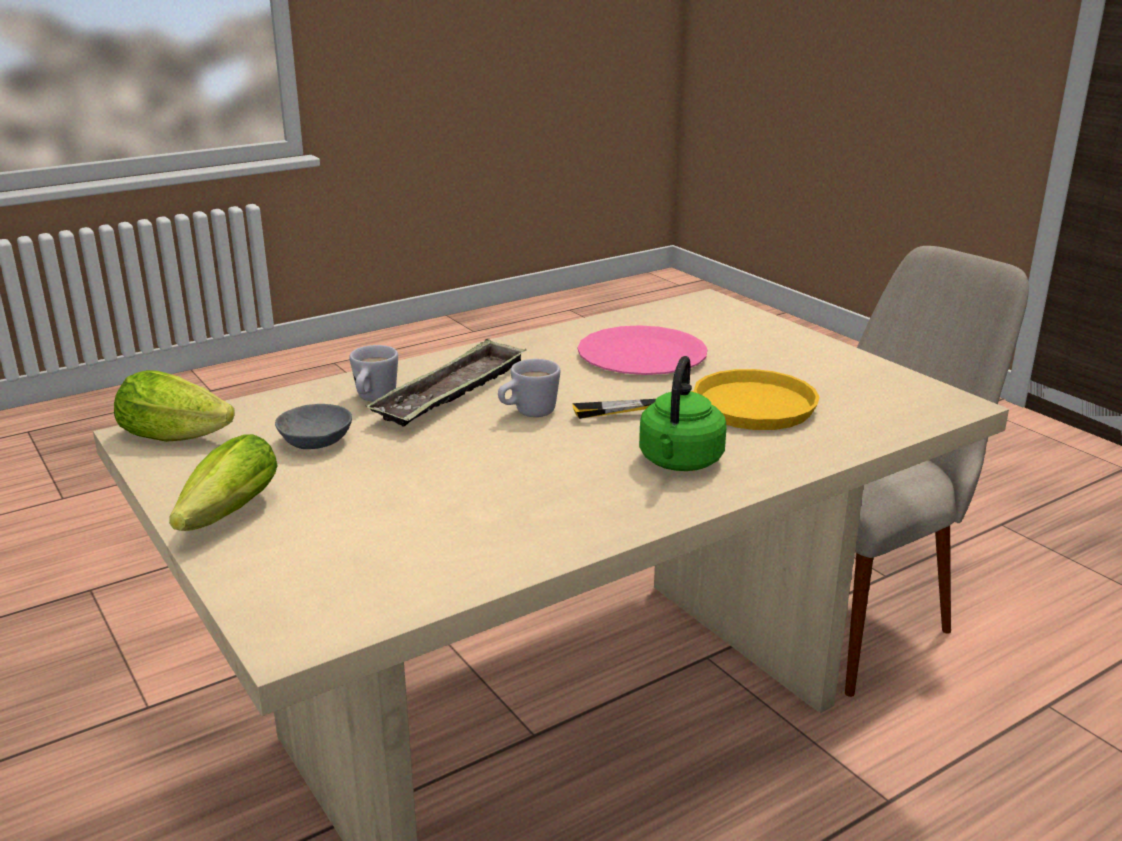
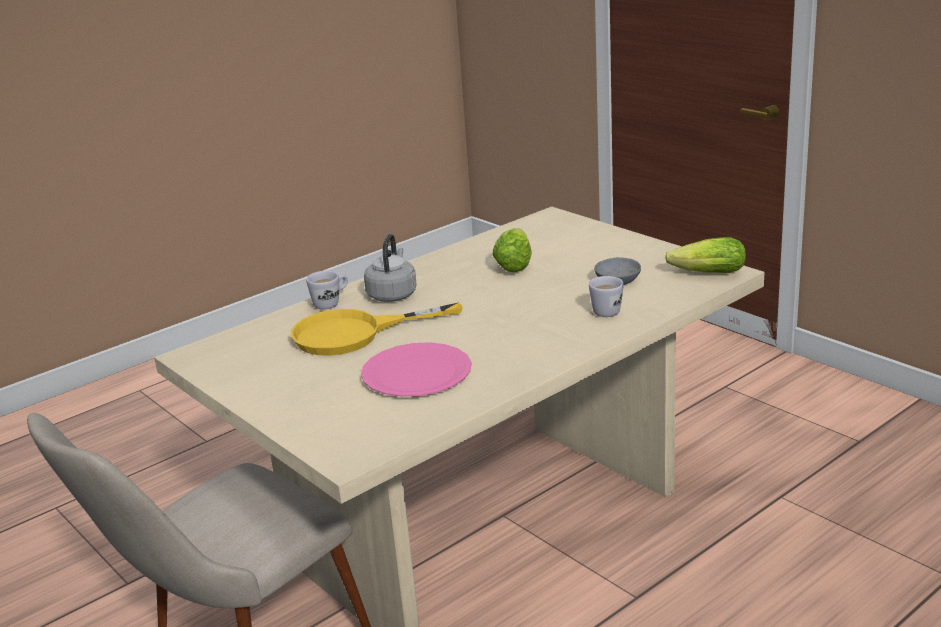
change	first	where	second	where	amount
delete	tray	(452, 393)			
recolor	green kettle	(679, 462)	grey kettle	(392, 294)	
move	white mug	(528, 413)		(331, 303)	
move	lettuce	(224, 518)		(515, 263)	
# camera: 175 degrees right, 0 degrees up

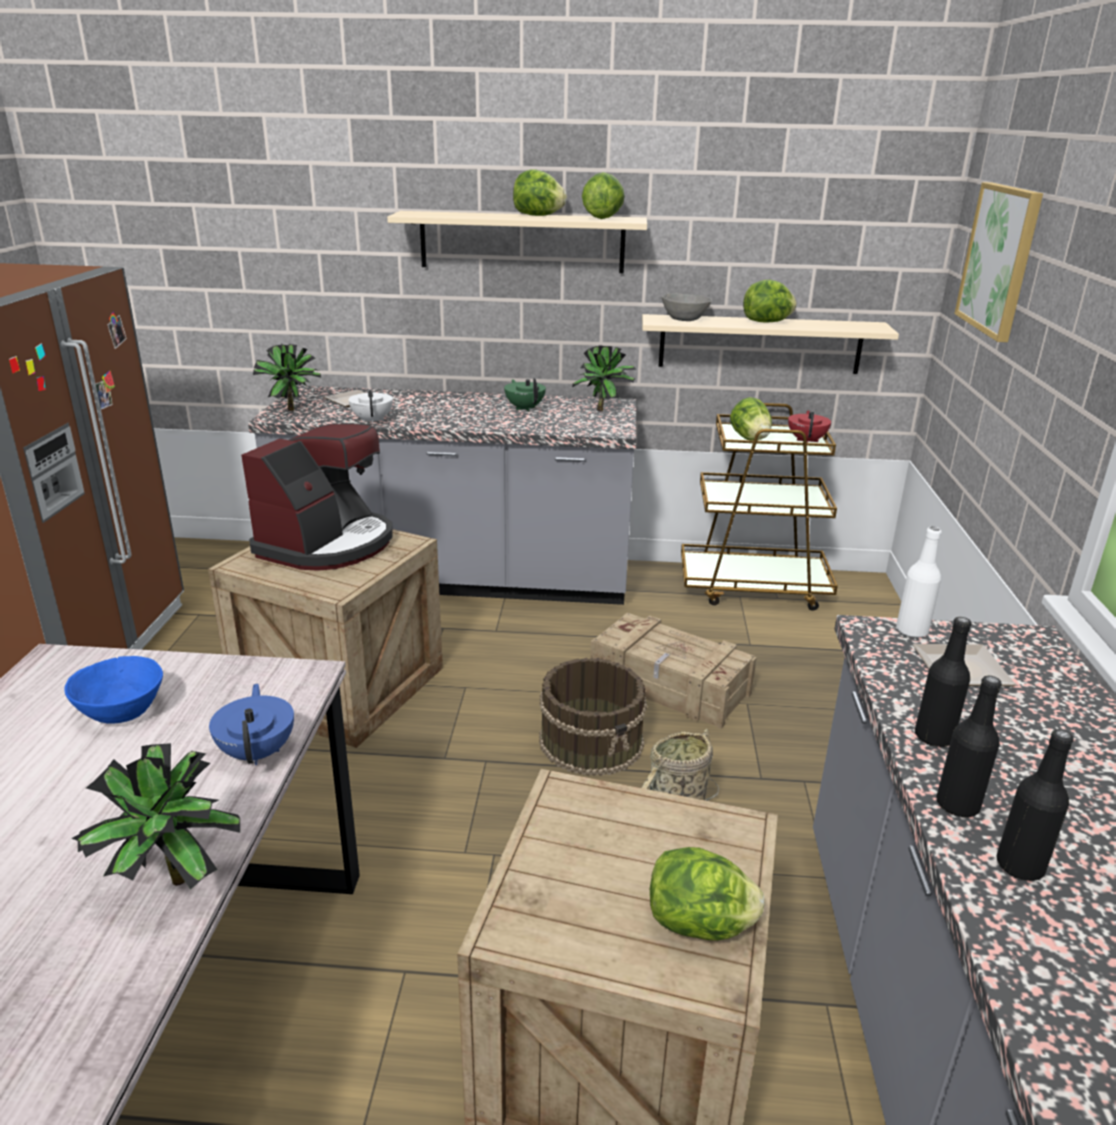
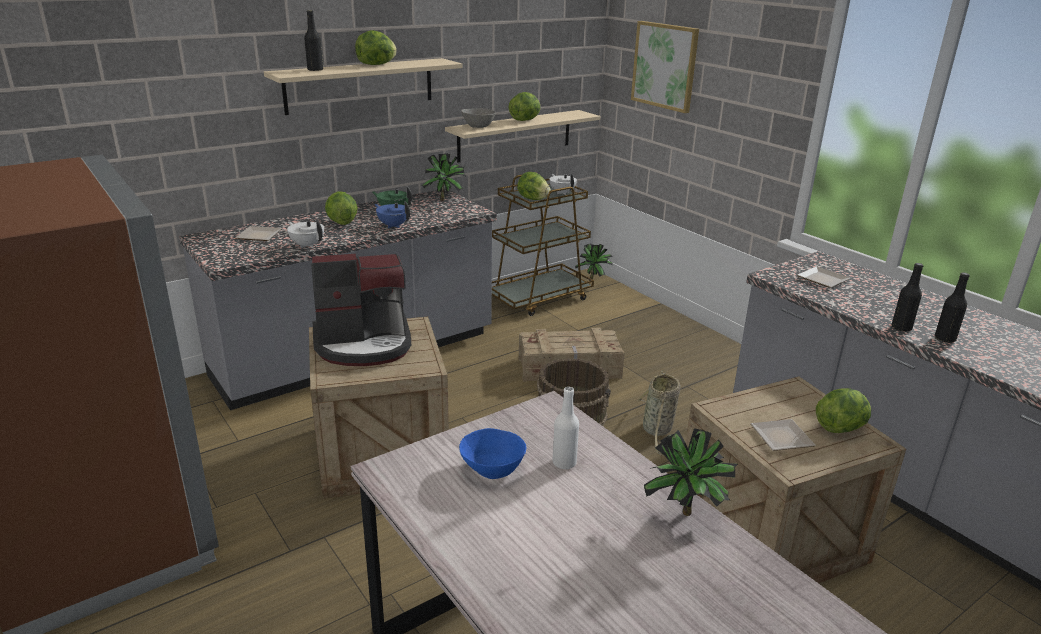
change	first	where	second	where	amount
move	lettuce	(602, 218)		(341, 222)	
move	potted plant	(293, 411)		(594, 280)	
recolor	red teapot	(807, 440)	white teapot	(562, 193)	
rotate	coffee machine	(327, 544)		(364, 344)	90 degrees clockwise
move	white bottle	(911, 631)		(564, 463)	
move	black bottle	(933, 737)		(315, 70)	
move	blue teapot	(258, 752)		(393, 225)	
insert			plate	(779, 437)	
# camera: 40 degrees left, 0 degrees up

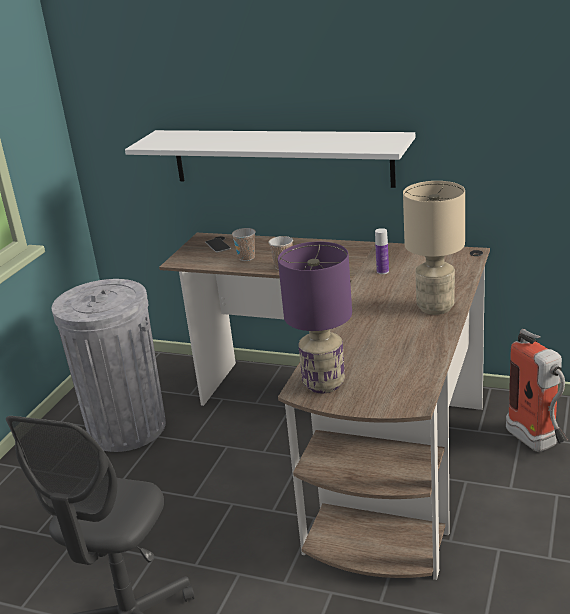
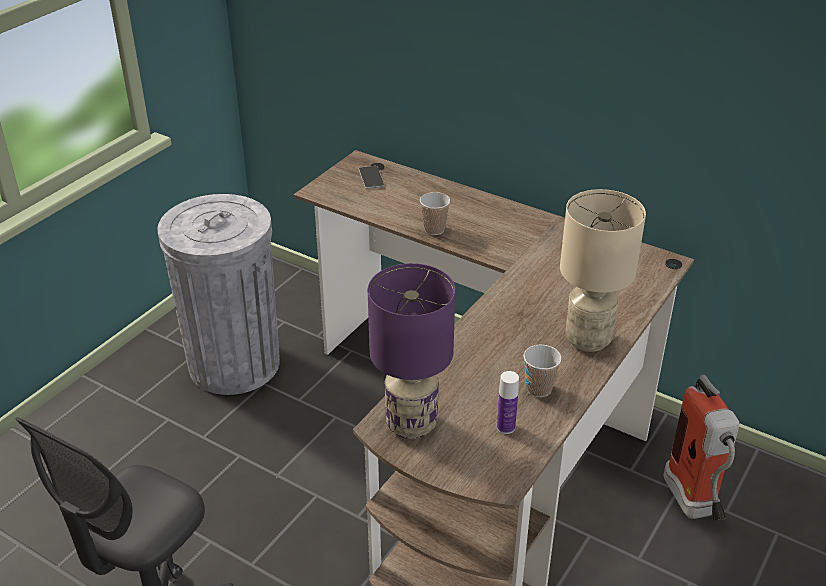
change	first	where	second	where	amount
delete	white shelf	(280, 157)			
move	cup	(246, 257)		(539, 389)	
move	bottle	(382, 271)		(505, 427)	
# camera: 10 degrees right, 10 degrees up

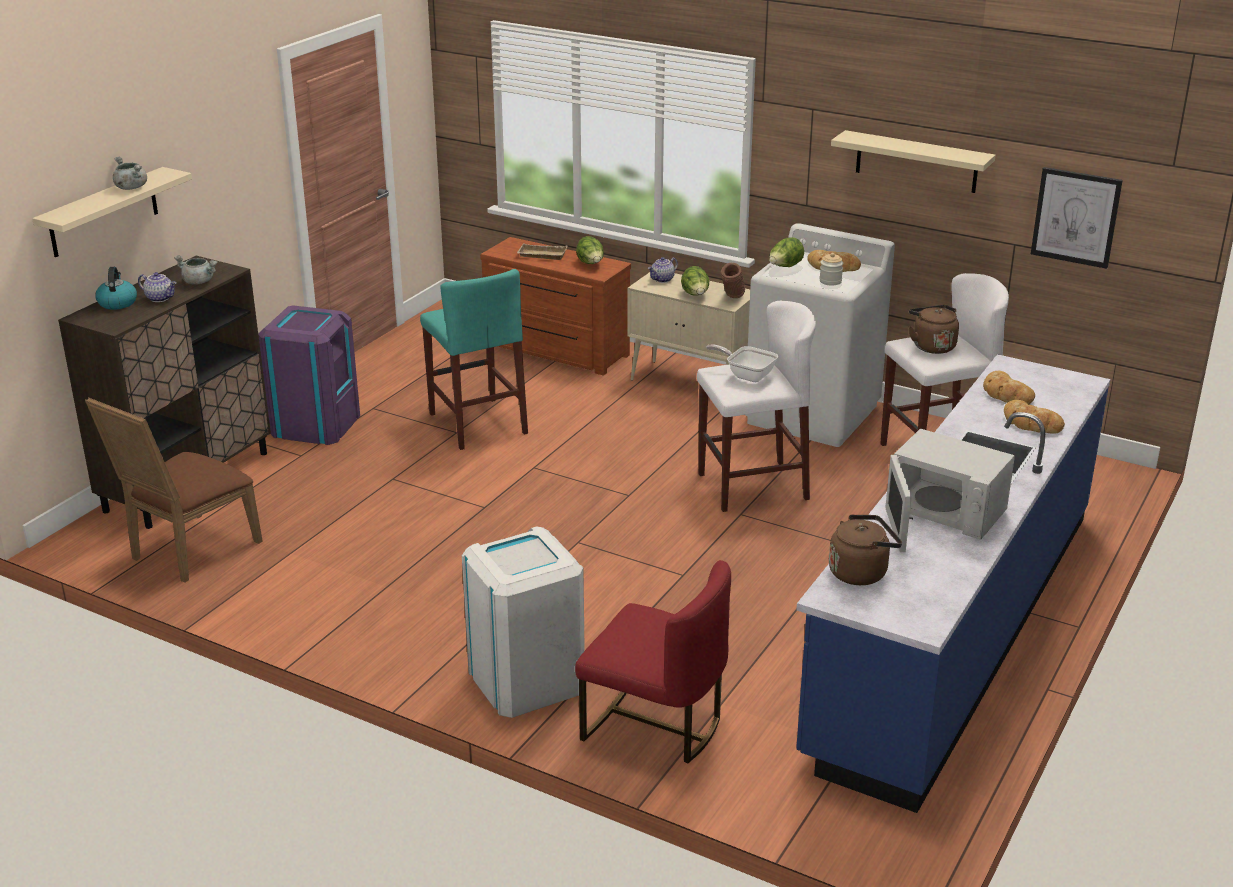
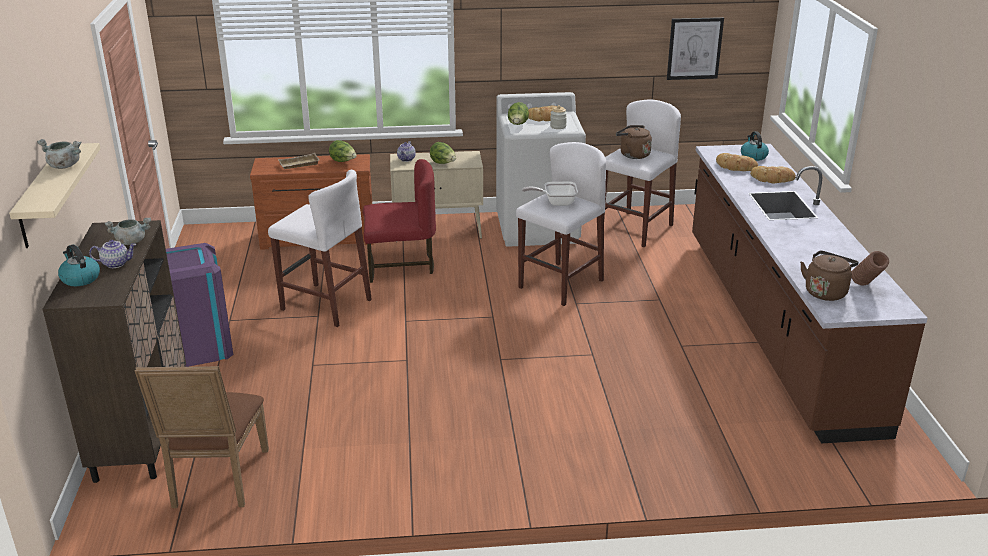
change	first	where	second	where	amount
delete	beige shelf	(916, 162)			
move	brown vase	(732, 299)		(865, 287)	
recolor	turquoise stool	(477, 423)	white stool	(326, 305)	
recolor	blue counter	(953, 628)	brown counter	(775, 326)	
delete	white microwave	(942, 511)			
delete	white trash can	(526, 680)			
move	red chair	(655, 725)		(400, 266)	
insert			kettle	(753, 156)	
# camera: 35 degrees left, 0 degrees up

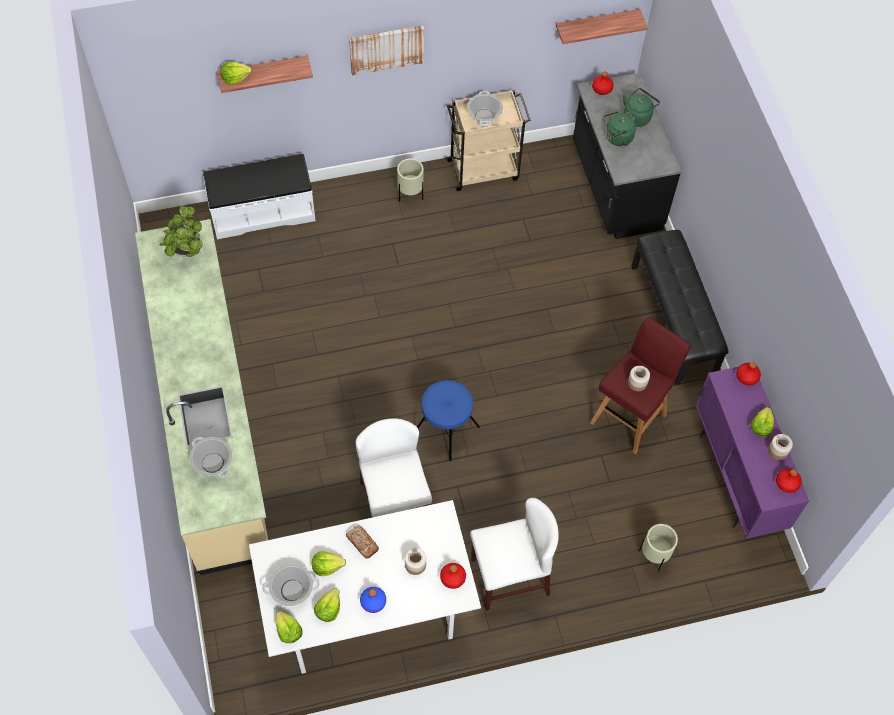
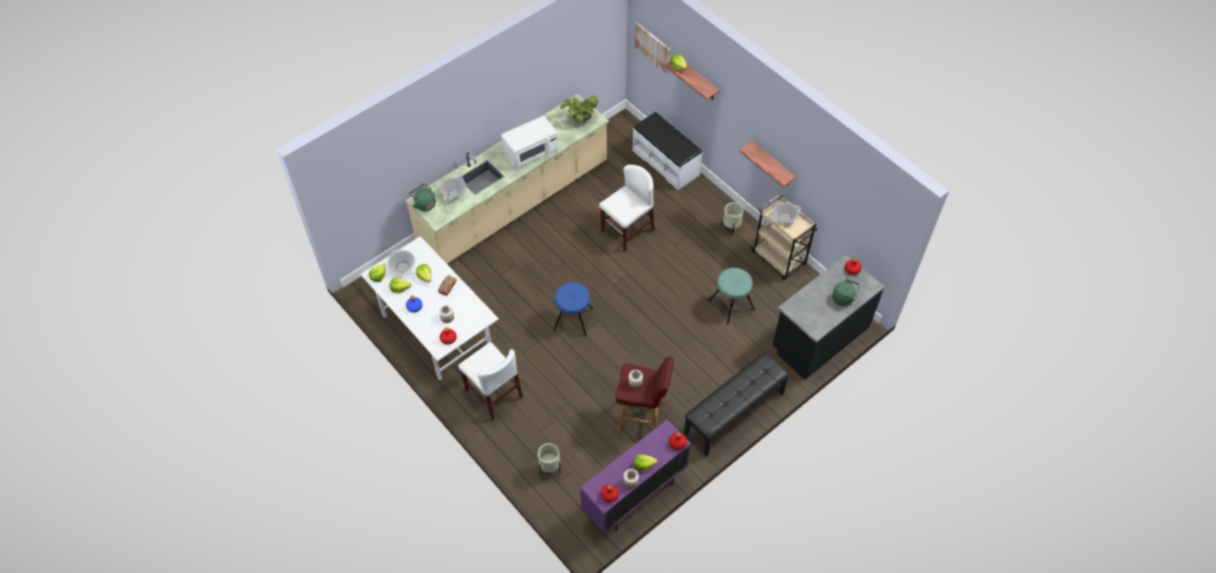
change	first	where	second	where	amount
move	shelf	(596, 26)		(772, 165)	
move	picture	(386, 49)		(653, 47)	
move	green kettle	(617, 138)		(424, 204)	
move	white chair	(394, 504)		(627, 230)	
insert			white microwave	(530, 152)	
insert			turquoise stool	(731, 305)	
# camera: 65 degrees right, 5 degrees down

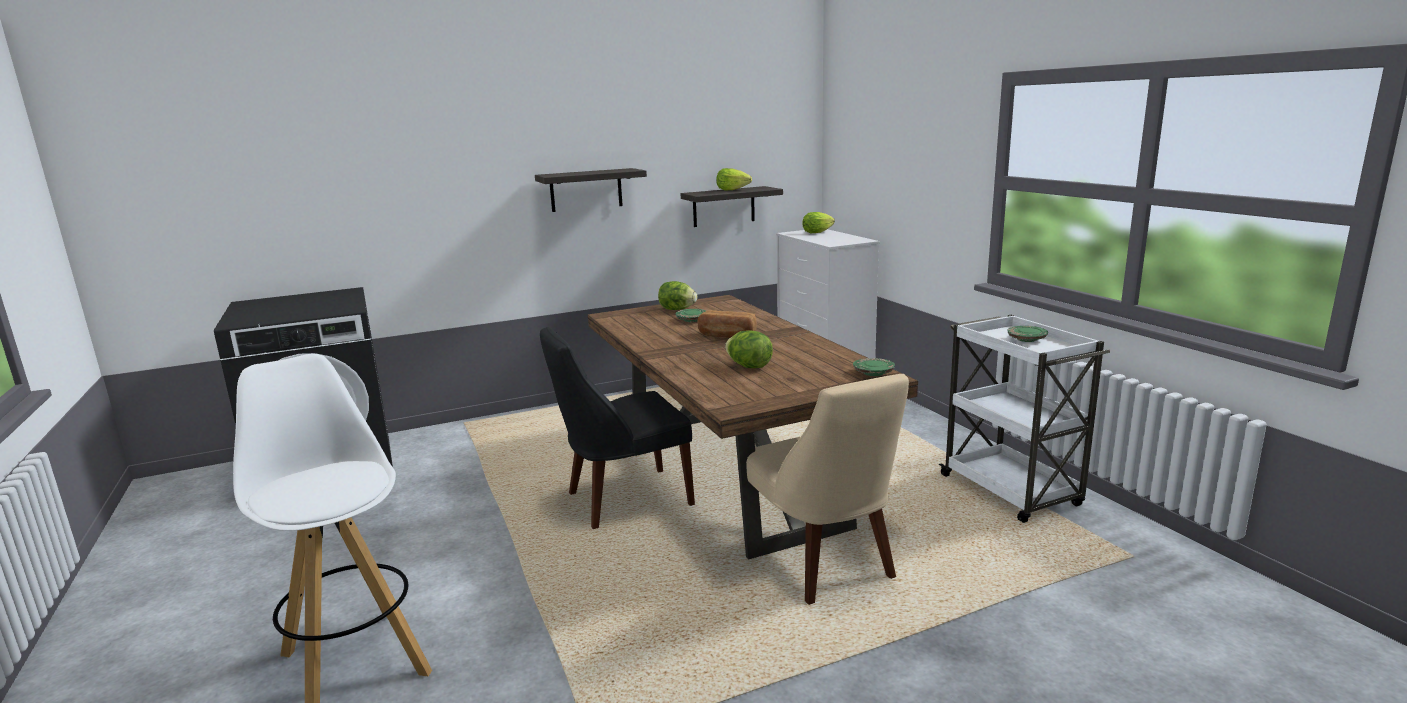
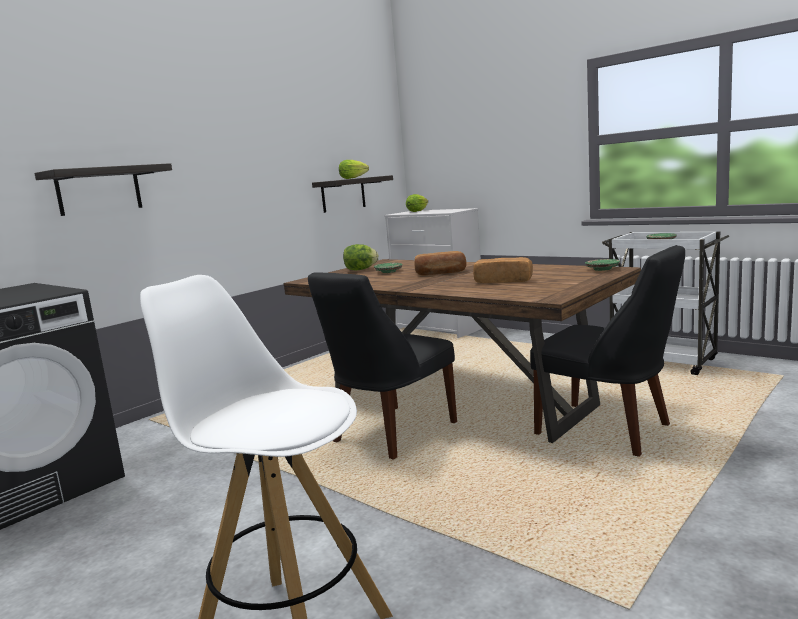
change	first	where	second	where	amount
move	shelf	(586, 190)		(99, 190)	
replace	lettuce	(749, 366)	bread	(503, 281)	
recolor	beige chair	(822, 564)	black chair	(608, 431)	
# camera: 25 degrees left, 5 degrees down

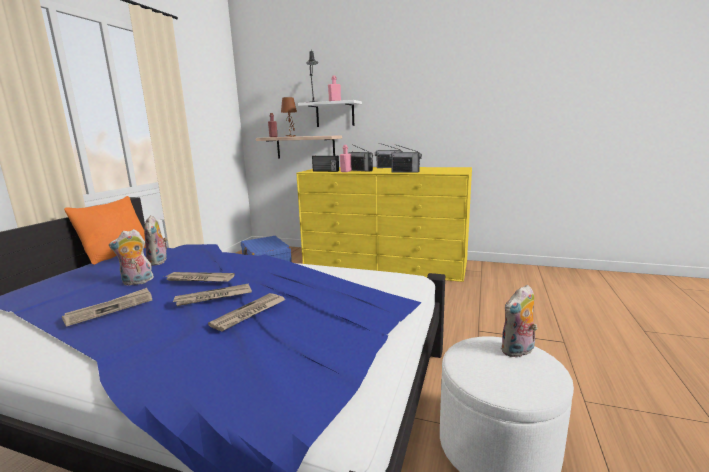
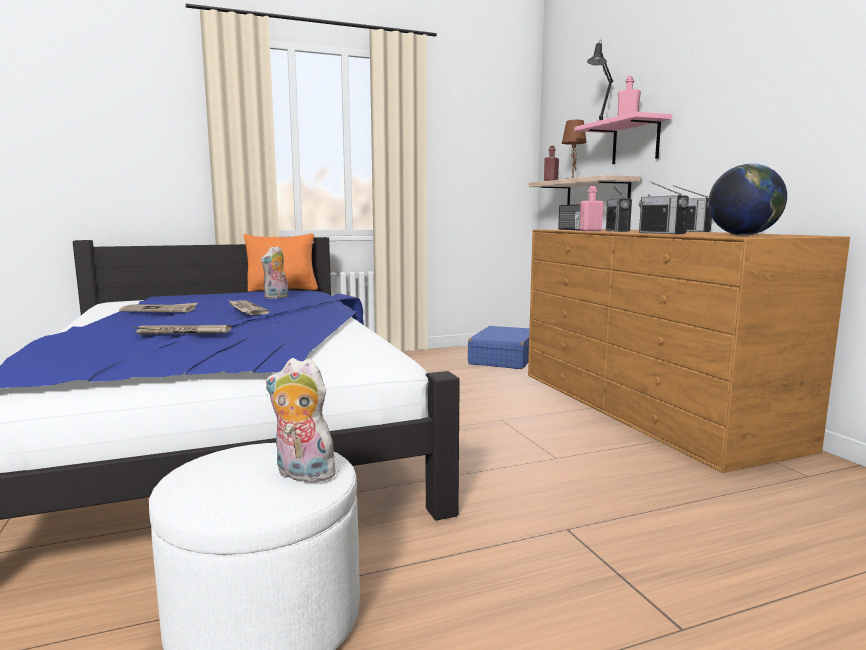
change	first	where	second	where	amount
recolor	white shelf	(335, 114)	pink shelf	(635, 141)	
recolor	yellow dresser	(385, 263)	brown dresser	(646, 407)	
delete	plush toy	(137, 282)			
delete	newspaper	(213, 297)			
insert			globe	(743, 235)	
# camera: 50 degrees right, 5 degrees down

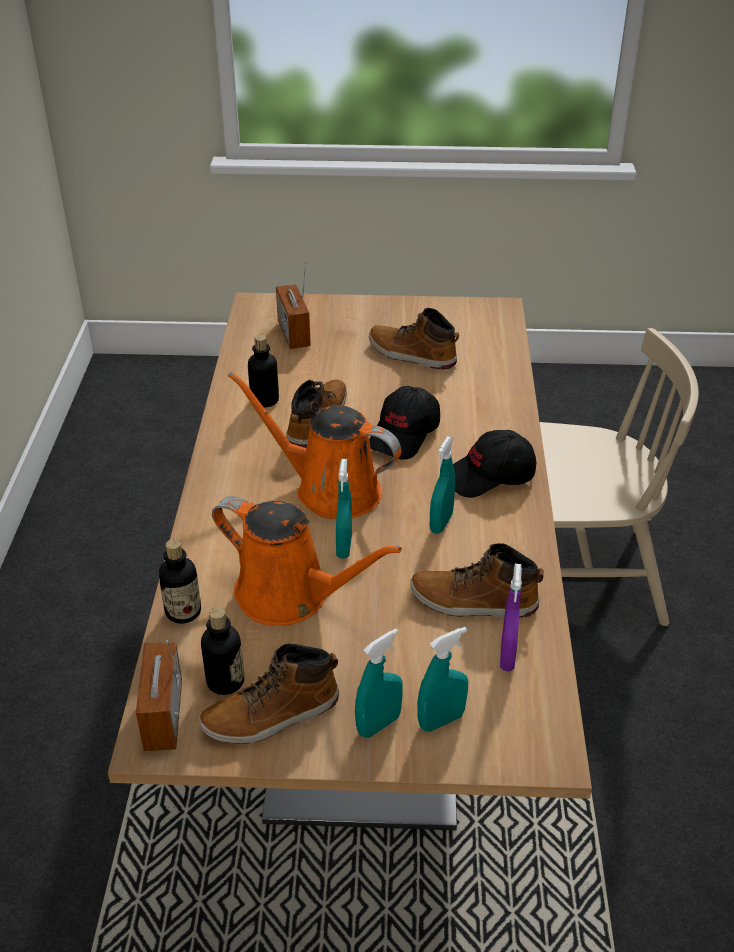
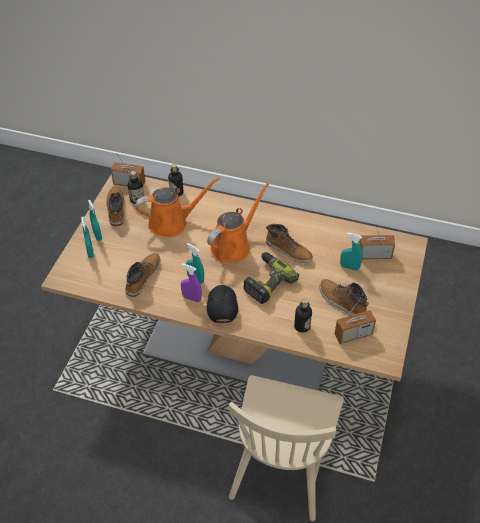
change	first	where	second	where	amount
rotate	boot	(411, 355)		(341, 302)	90 degrees counterclockwise
move	bottle	(265, 400)		(302, 326)	
replace	black cap	(404, 435)	power drill	(266, 281)	
move	turquoise spray bottle	(344, 546)		(349, 267)	
rotate	orange watering can	(290, 595)		(172, 222)	150 degrees counterclockwise
move	purple spray bottle	(507, 656)		(191, 298)	
insert			radio	(353, 335)	
# camera: 105 degrees right, 10 degrees up

